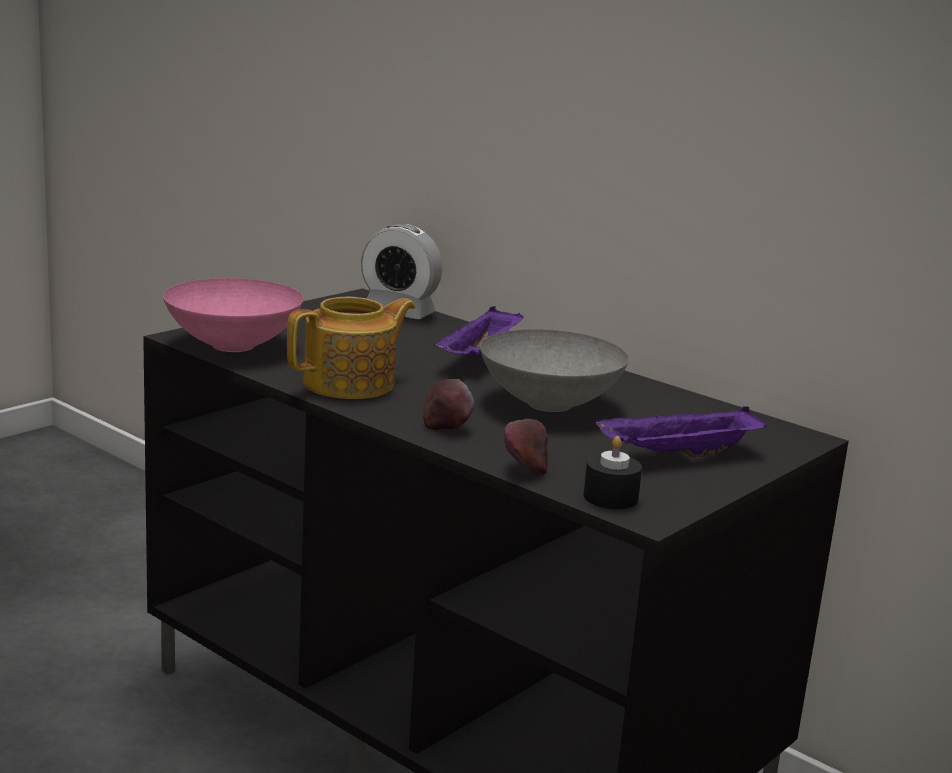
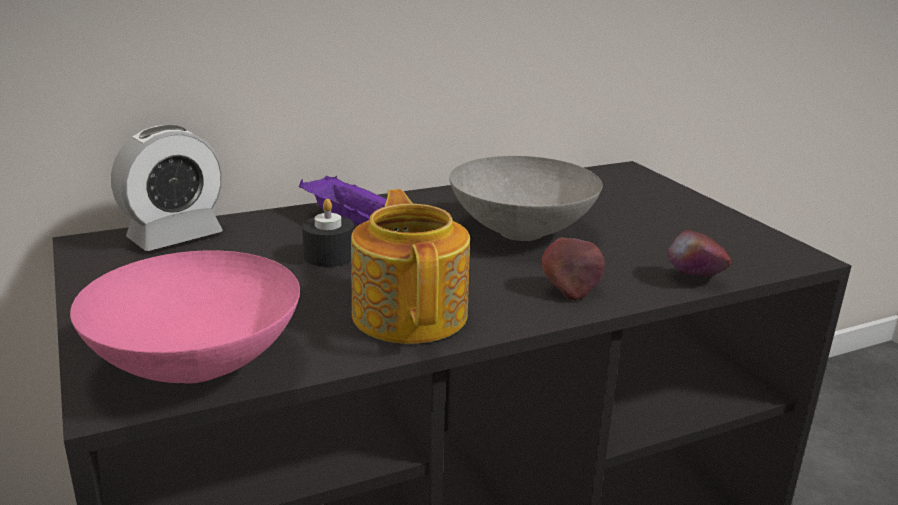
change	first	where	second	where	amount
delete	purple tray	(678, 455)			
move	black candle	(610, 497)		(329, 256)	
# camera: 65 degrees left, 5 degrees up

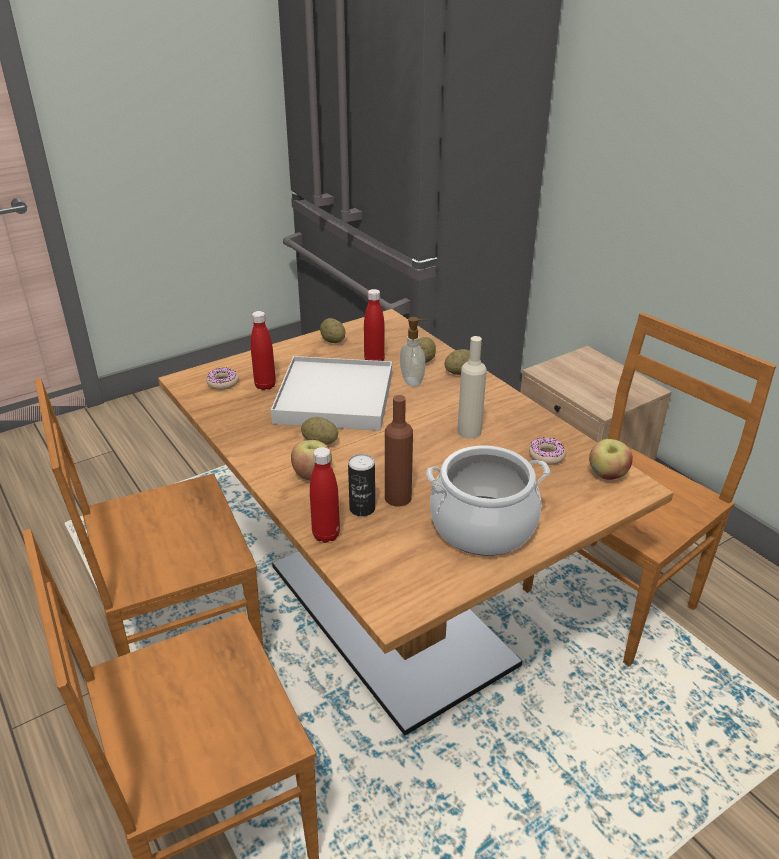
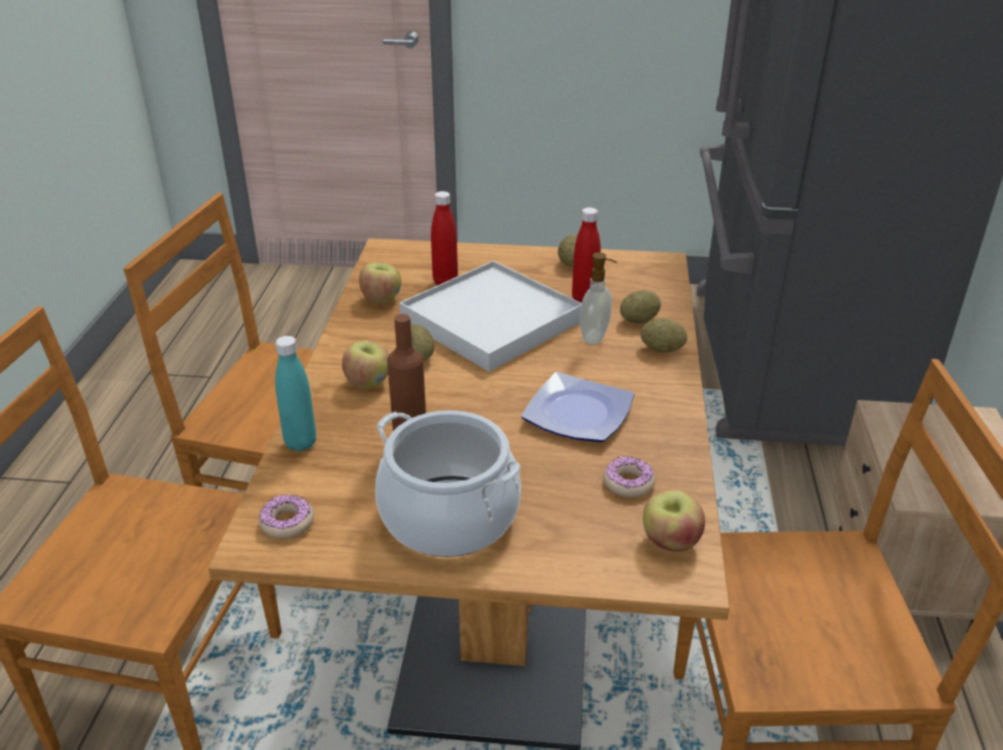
change	first	where	second	where	amount
replace	beige bottle	(469, 431)	plate	(579, 415)	
move	donut	(223, 383)		(287, 522)	
recolor	red bottle	(326, 535)	turquoise bottle	(300, 443)	
delete	can	(362, 508)			
insert			apple	(381, 299)	
# camera: 40 degrees right, 0 degrees up

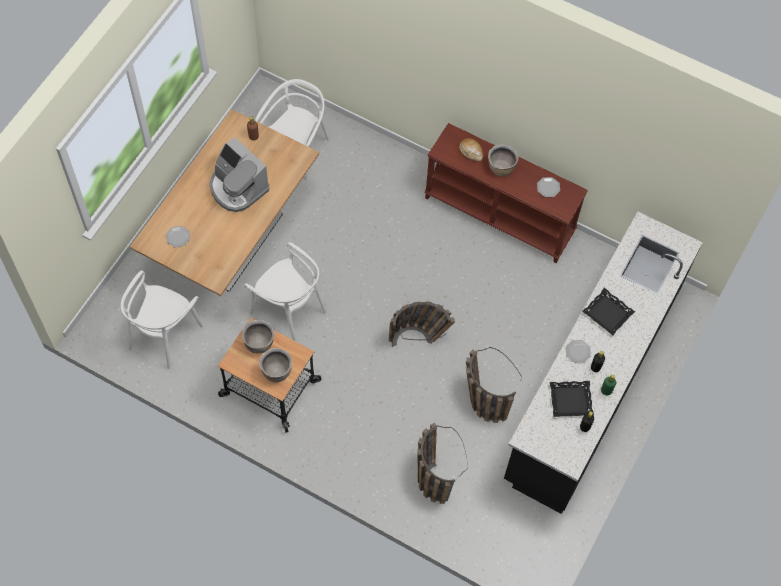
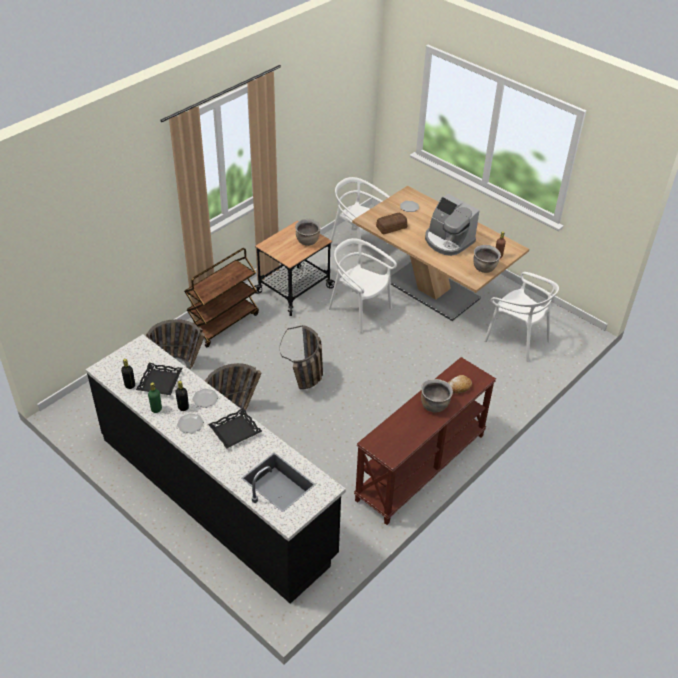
change	first	where	second	where	amount
rotate	coffee machine	(237, 188)		(448, 241)	105 degrees counterclockwise
move	plate	(548, 187)		(190, 424)	
rotate	white chair	(289, 310)		(359, 310)	75 degrees clockwise
move	brown cooking pot	(276, 371)		(484, 268)	
insert			bread	(390, 227)	
insert			brown cart	(223, 323)	
# camera: 105 degrees right, 20 degrees down

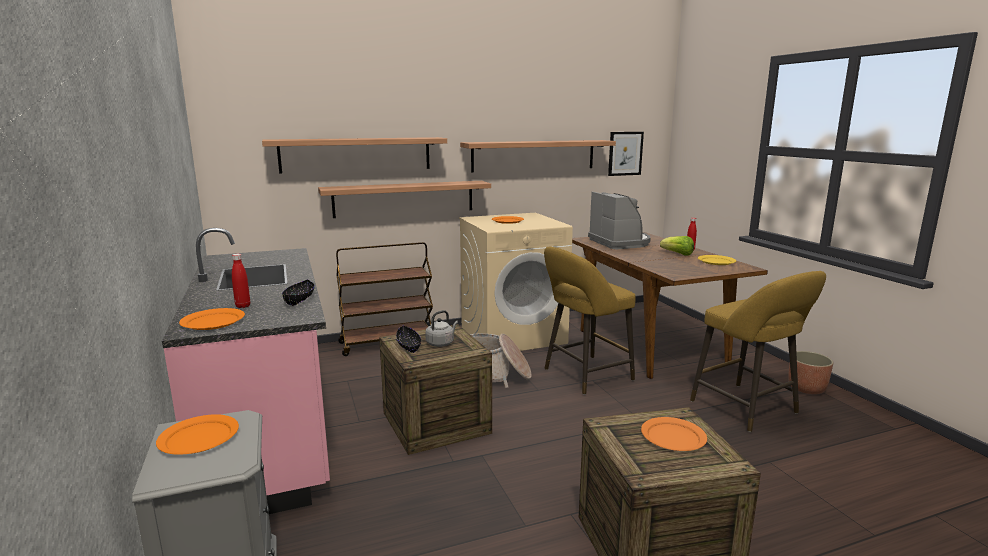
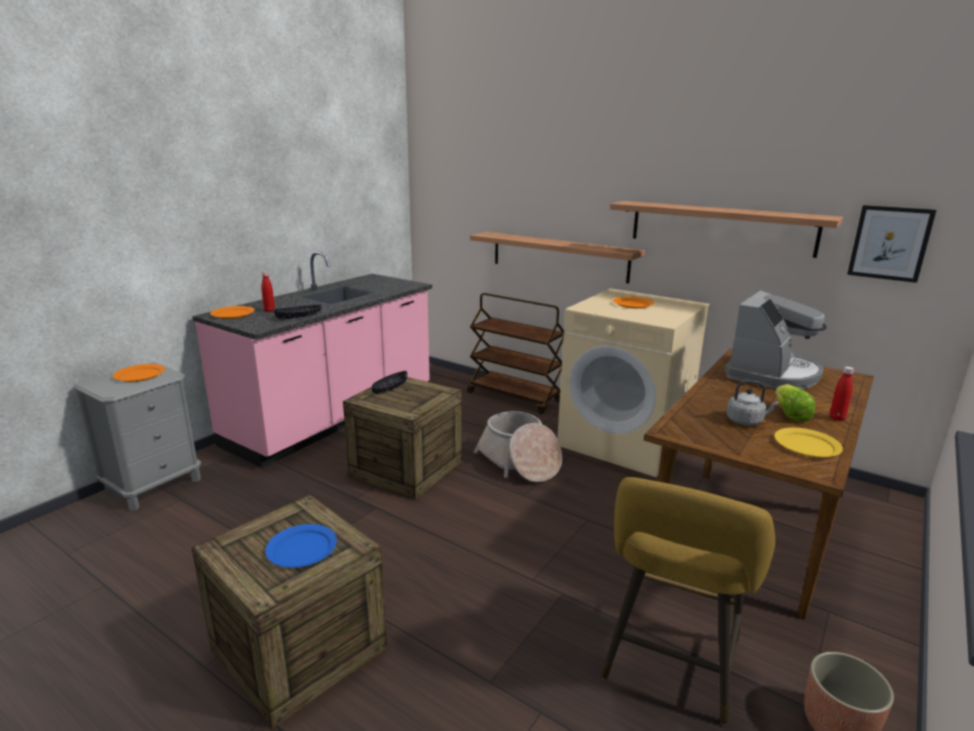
change	first	where	second	where	amount
delete	shelf	(356, 154)			
delete	yellow stool	(584, 376)			
move	grey kettle	(441, 343)		(746, 421)	
recolor	orange plate	(673, 437)	blue plate	(302, 549)	
# camera: 55 degrees right, 5 degrees up

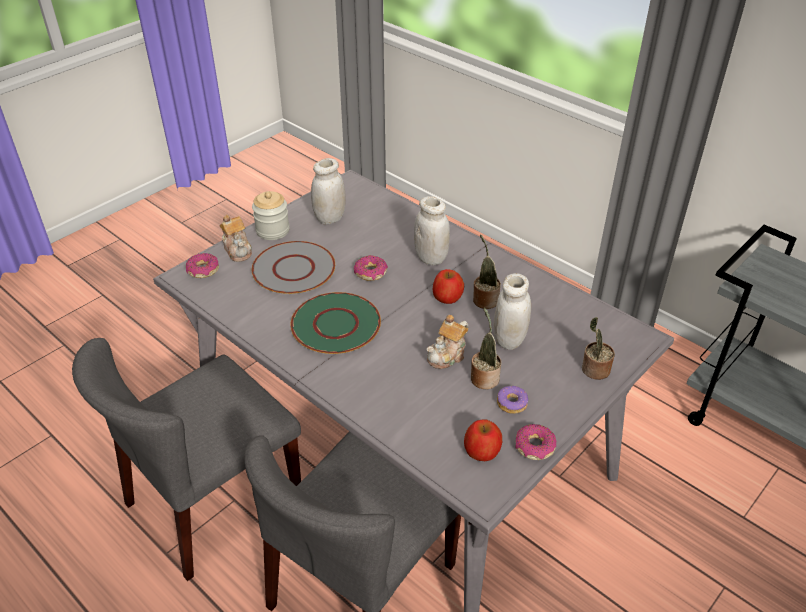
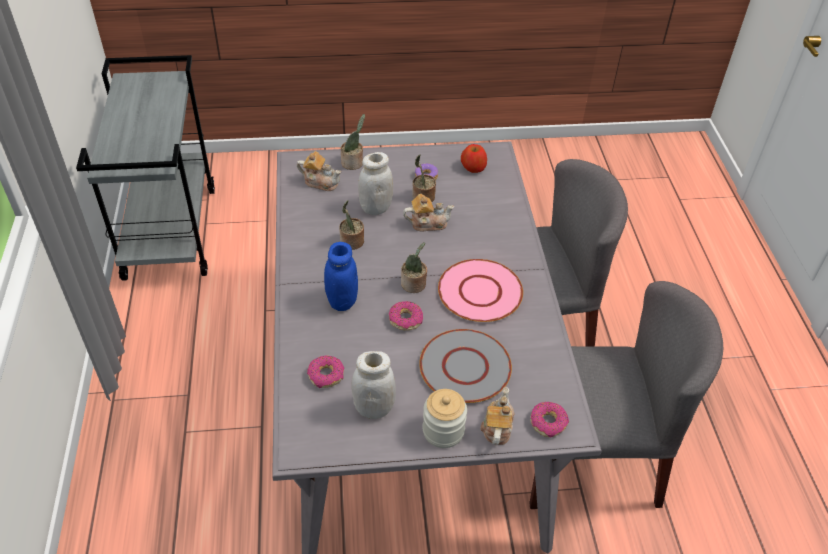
change	first	where	second	where	amount
recolor	white jar	(431, 258)	blue jar	(342, 301)	
delete	apple	(447, 296)			
recolor	green plate	(335, 324)	pink plate	(480, 292)	
move	donut	(534, 447)		(326, 375)	
insert			teapot	(320, 182)	
insert			potted plant	(414, 285)	
# camera: 140 degrees left, 5 degrees up

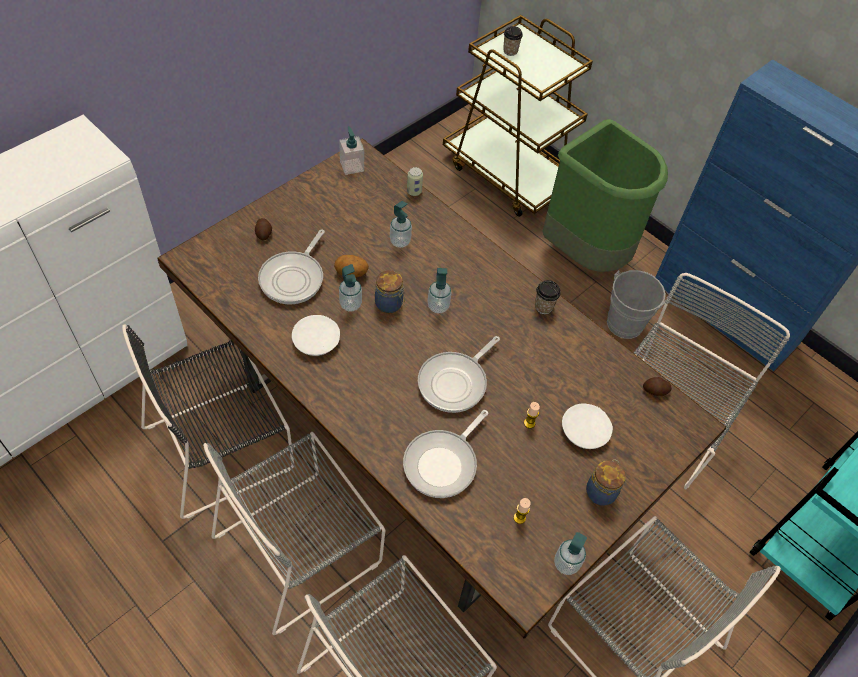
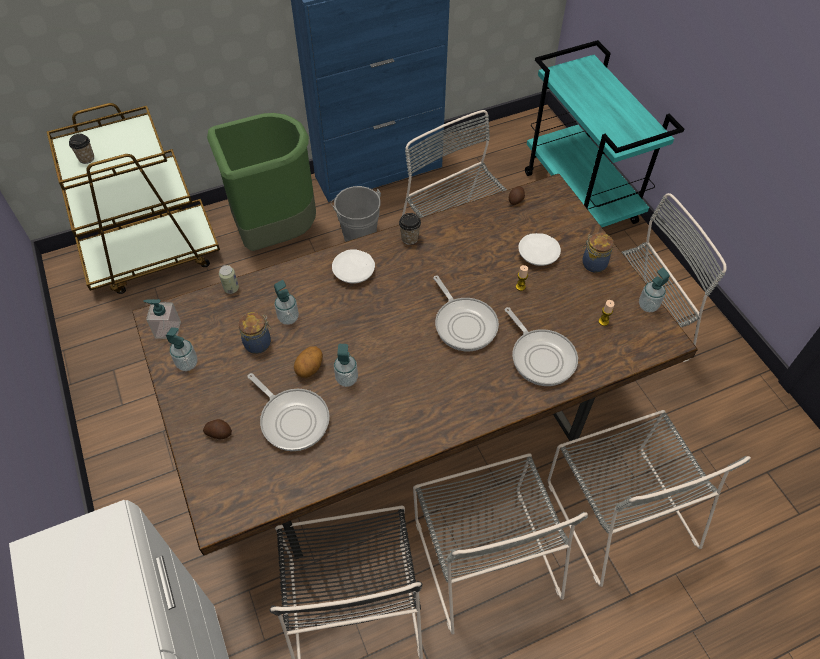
change	first	where	second	where	amount
move	soap dispenser	(438, 306)		(187, 363)	
move	jar	(389, 304)		(259, 343)	
move	white plate	(316, 341)		(354, 271)	
# camera: 65 degrees left, 0 degrees up

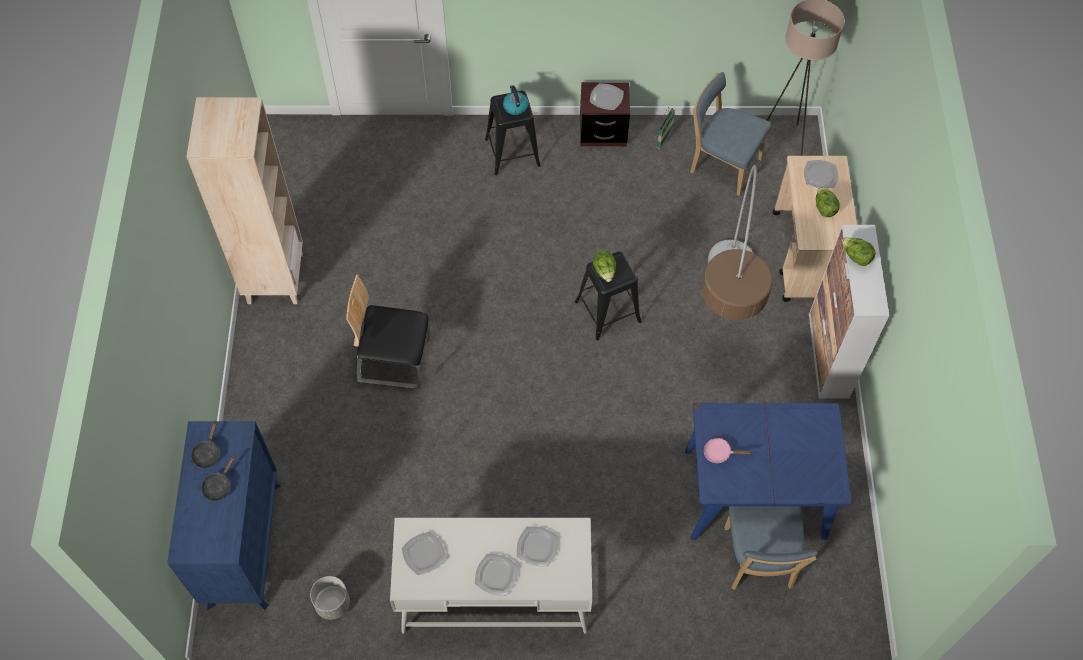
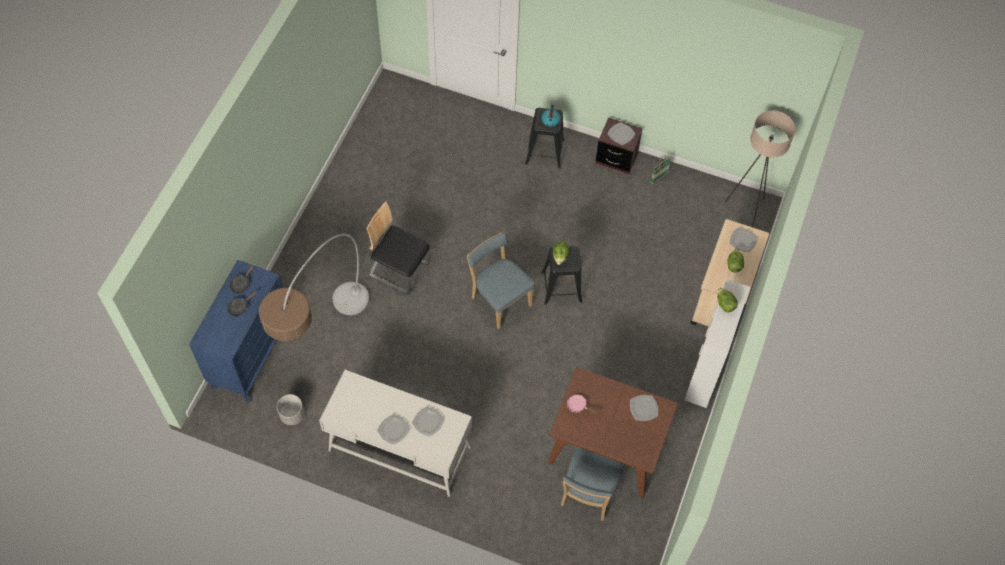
change	first	where	second	where	amount
move	blue chair	(722, 164)		(499, 299)	
delete	beige bookcase	(274, 278)			
move	floor lamp	(723, 317)		(321, 337)	
recolor	blue dining table	(753, 494)	brown dining table	(606, 448)	
move	plate	(424, 554)		(643, 408)	
# camera: 20 degrees right, 0 degrees up

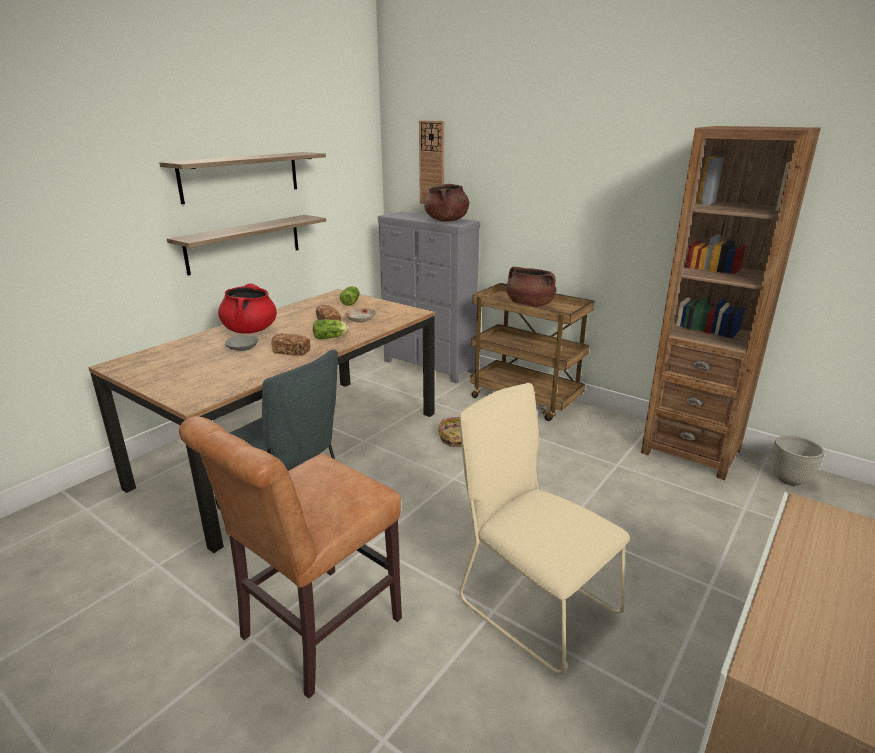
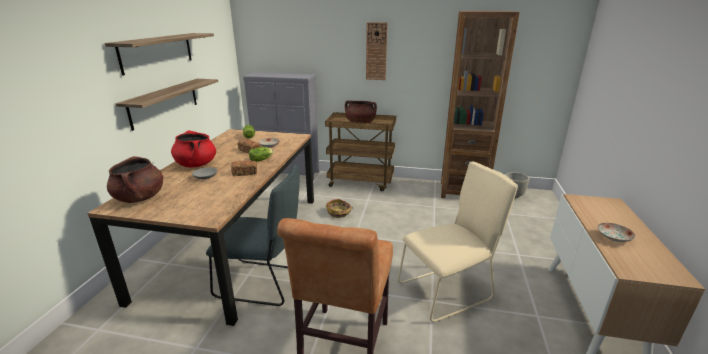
change	first	where	second	where	amount
move	wall clock	(432, 163)		(376, 51)	
move	brown cooking pot	(446, 220)		(140, 198)	
rotate	beige chair	(532, 604)		(448, 290)	135 degrees clockwise
insert			plate	(613, 237)	
# camera: 25 degrees left, 0 degrees up

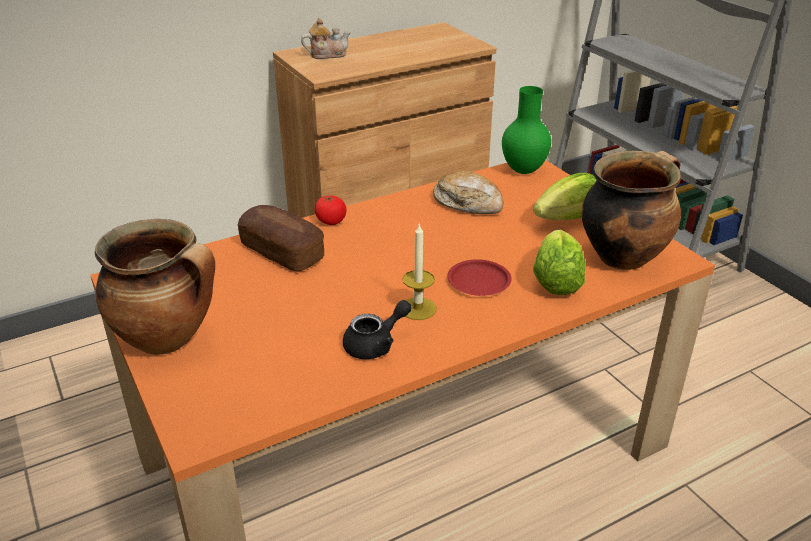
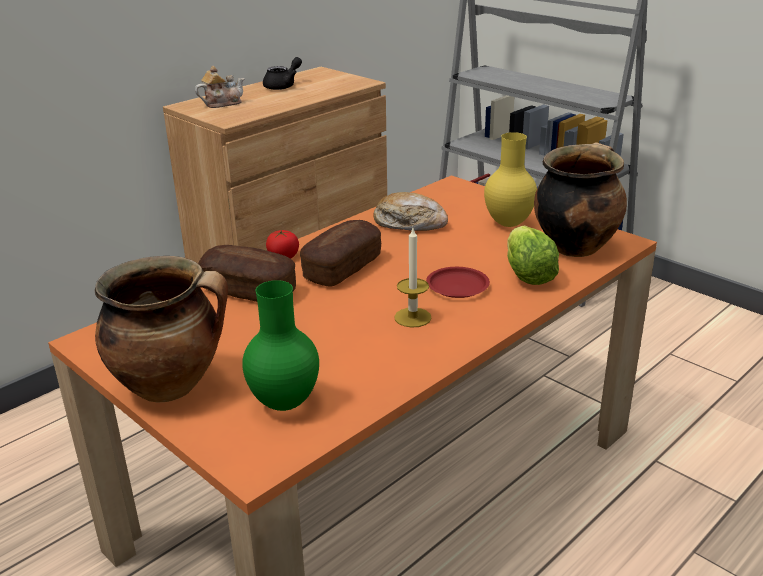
change	first	where	second	where	amount
move	green vase	(523, 170)		(284, 402)	
replace	lettuce	(568, 219)	yellow vase	(509, 223)	
move	black teapot	(376, 344)		(283, 86)	
insert			bread	(342, 268)	
# camera: 15 degrees left, 5 degrees down

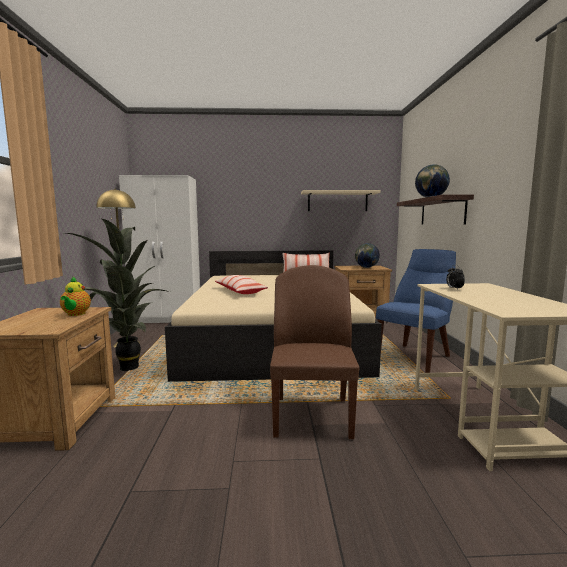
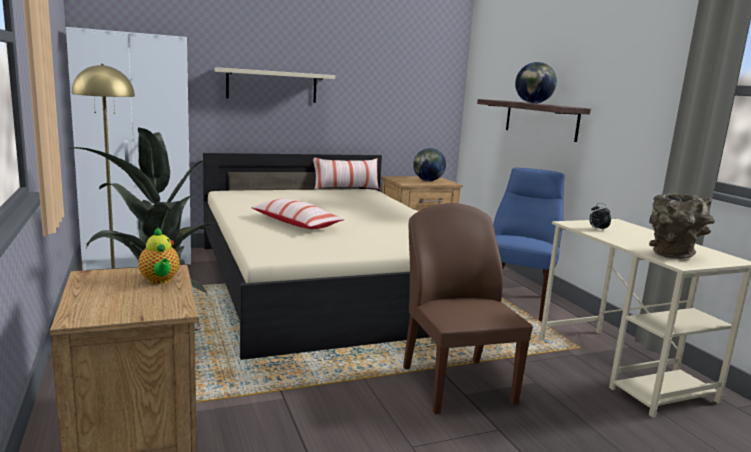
change	first	where	second	where	amount
move	beige shelf	(337, 201)		(272, 86)	
insert			brown vase	(672, 256)	
# camera: 20 degrees left, 5 degrees up

